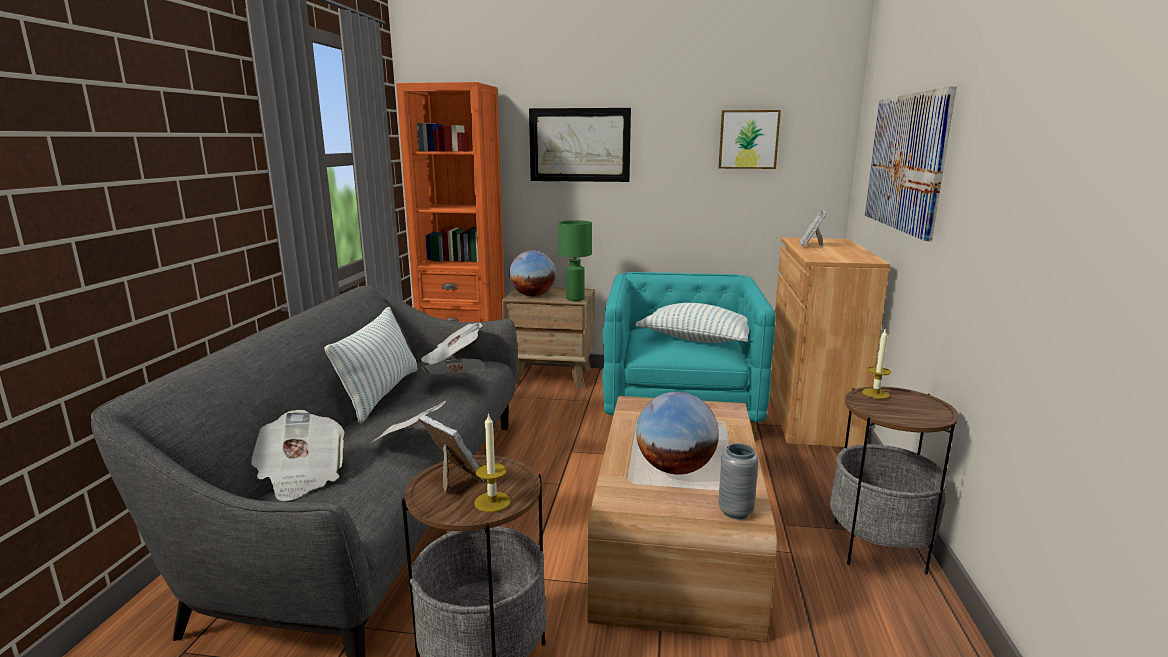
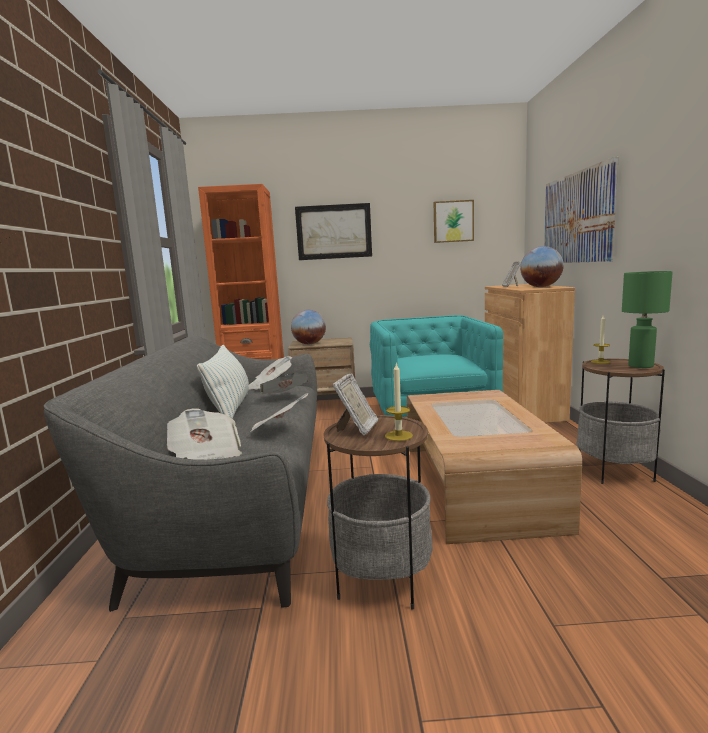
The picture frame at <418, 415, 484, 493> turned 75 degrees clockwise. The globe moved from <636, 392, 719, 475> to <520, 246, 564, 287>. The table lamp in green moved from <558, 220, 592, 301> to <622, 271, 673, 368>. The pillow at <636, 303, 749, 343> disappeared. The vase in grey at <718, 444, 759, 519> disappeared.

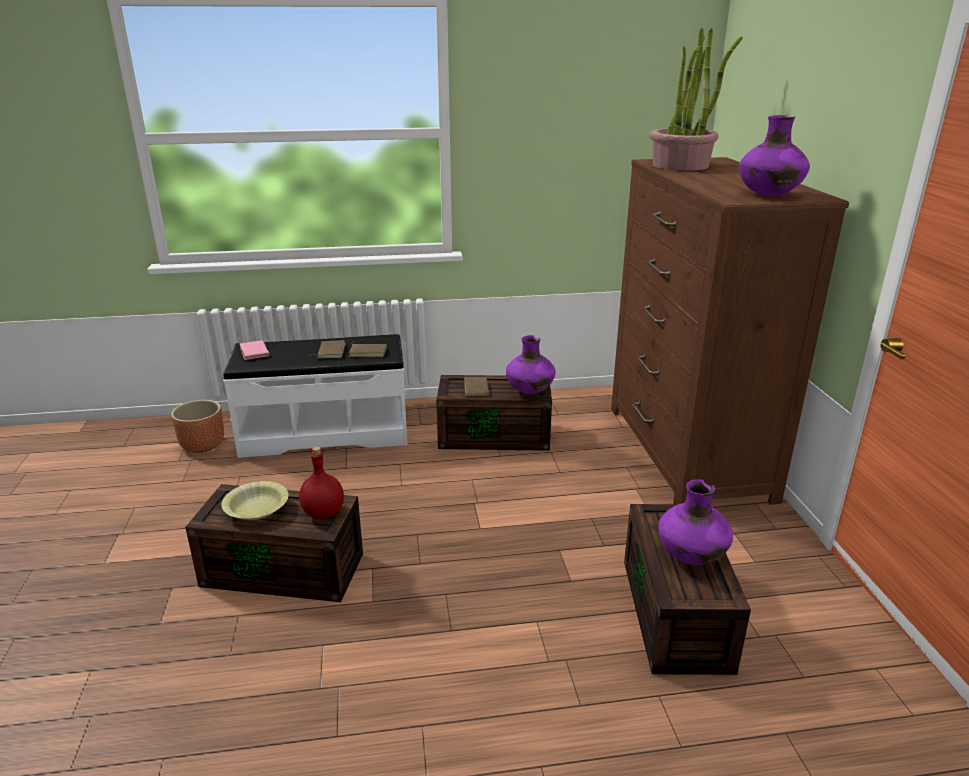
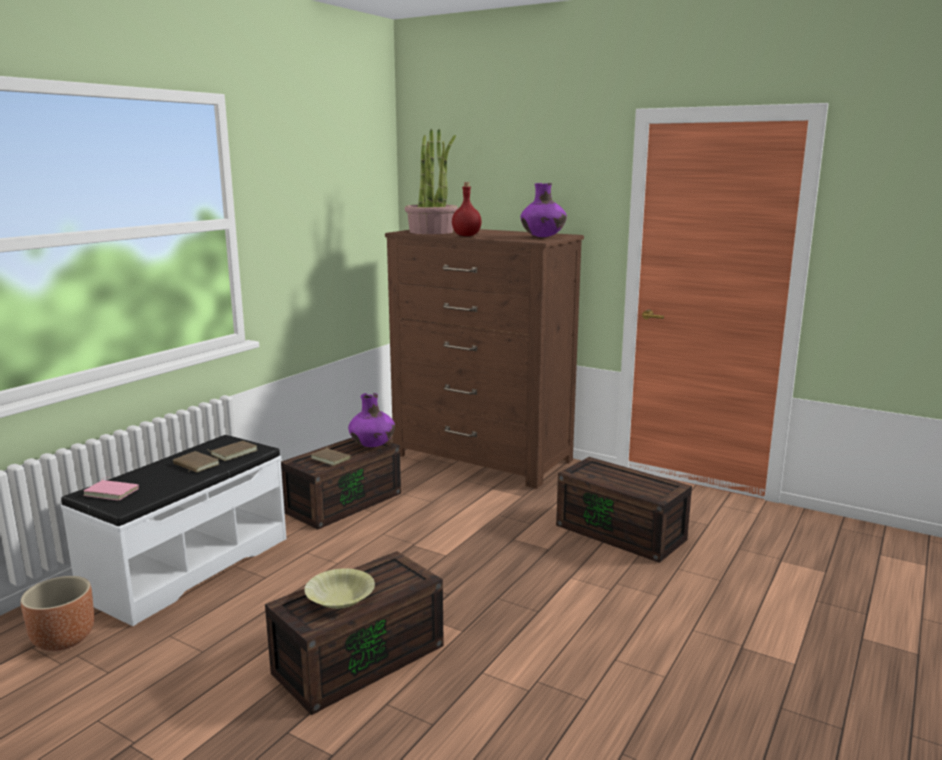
The bottle in red moved from <299, 446, 344, 519> to <452, 182, 482, 236>. The vase in purple at <658, 479, 733, 565> disappeared.

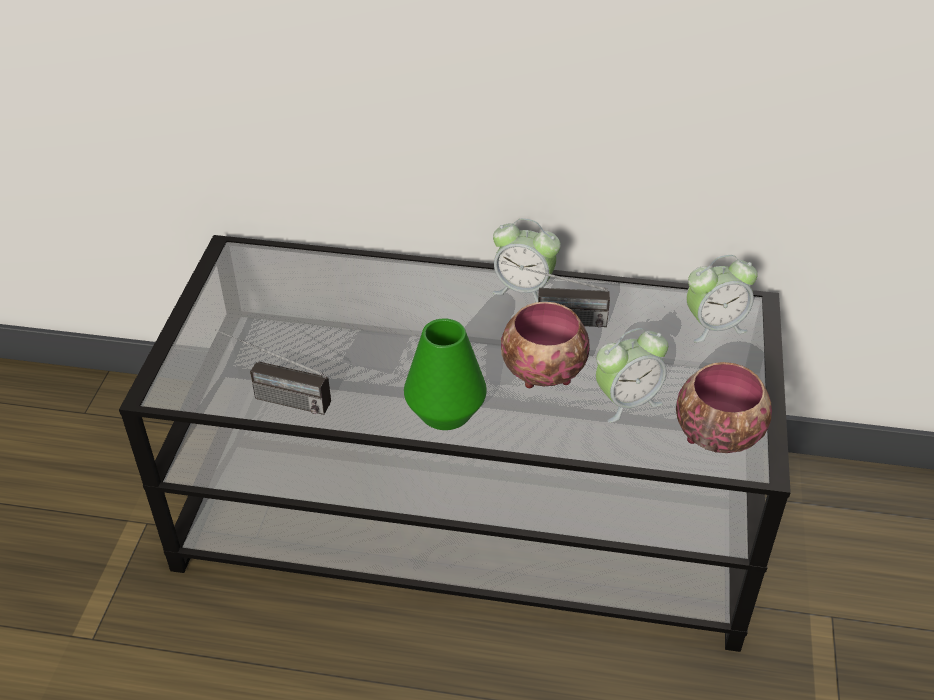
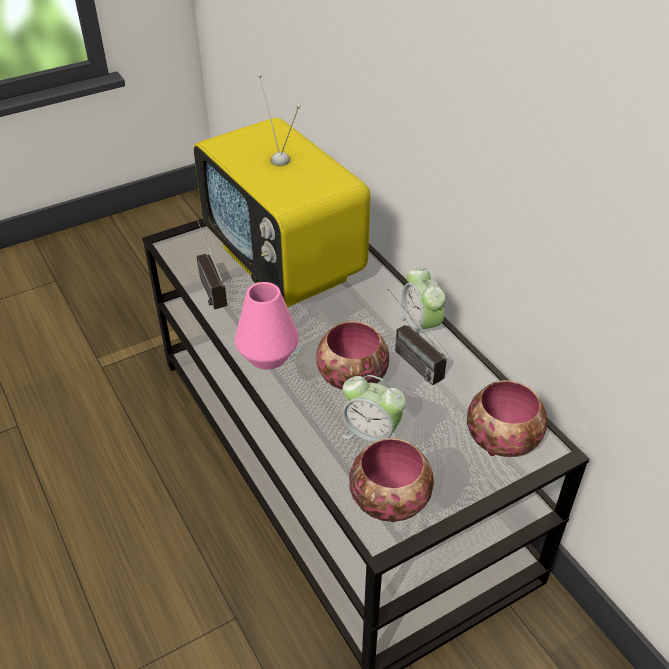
The television at <194, 74, 370, 307> appeared. The vase in green at <404, 318, 487, 430> became the vase in pink at <235, 282, 299, 370>. The alarm clock at <686, 255, 758, 342> was replaced by the bowl at <467, 380, 547, 457>.

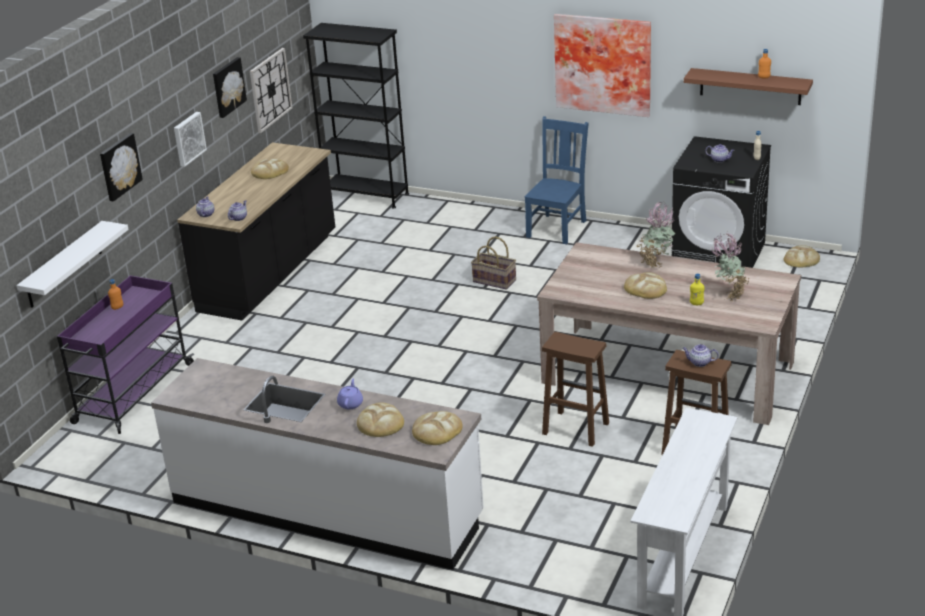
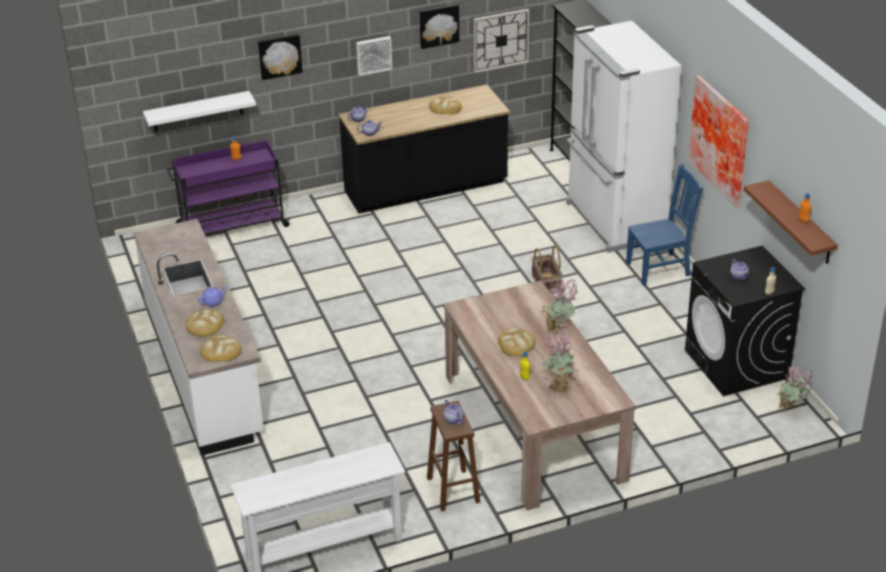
The fridge in white at <566, 21, 682, 253> appeared. The bread at <783, 246, 820, 267> was replaced by the potted plant at <777, 363, 813, 412>. The stool in brown at <542, 332, 609, 447> disappeared.

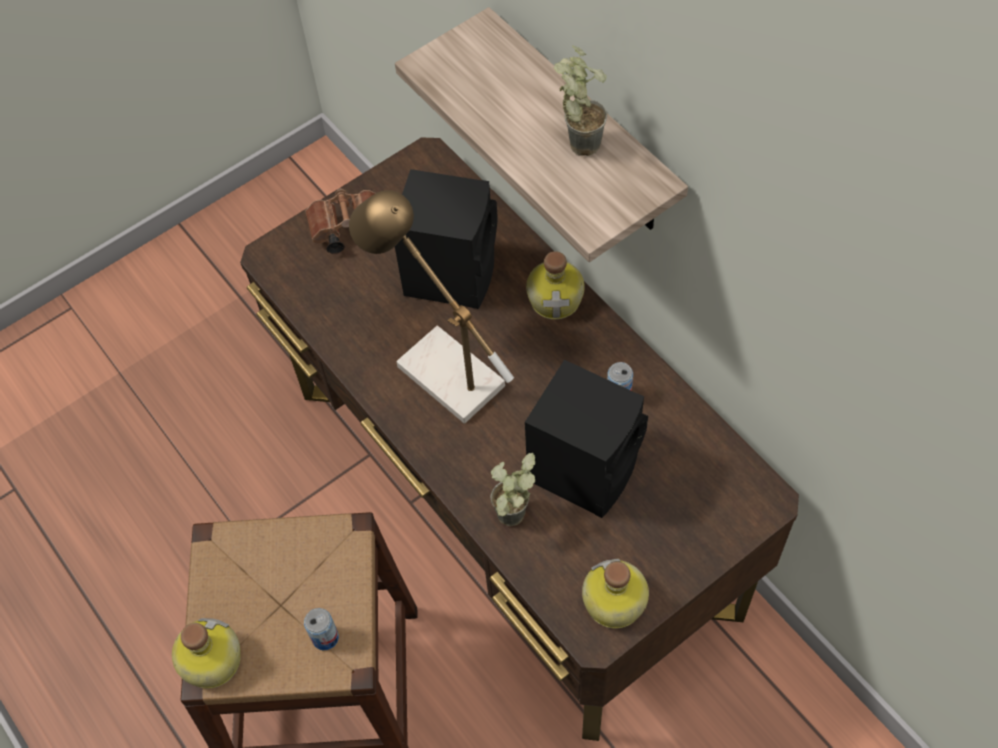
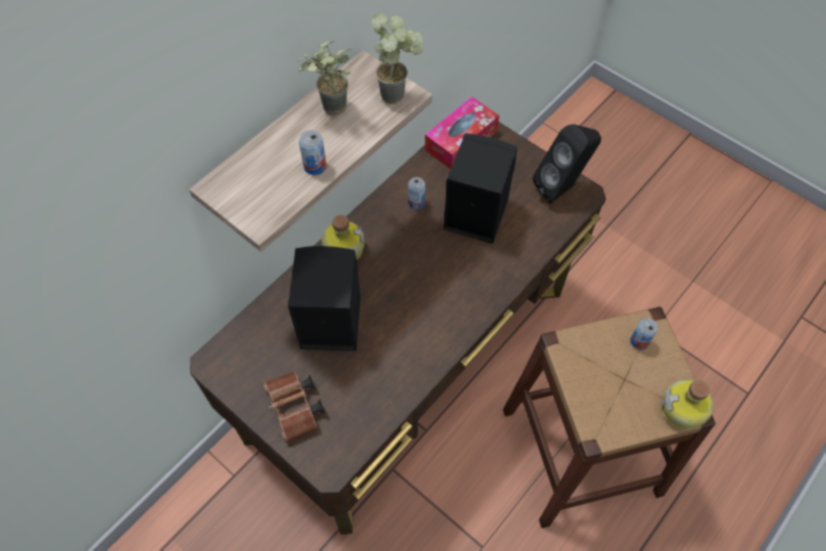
The can at <299, 130, 327, 175> appeared. The potted plant moved from <491, 453, 535, 526> to <371, 13, 423, 104>. The tissue box at <425, 97, 499, 169> appeared. The bottle at <582, 559, 649, 629> was replaced by the speaker in black at <533, 124, 601, 203>. The table lamp at <349, 190, 514, 424> disappeared.

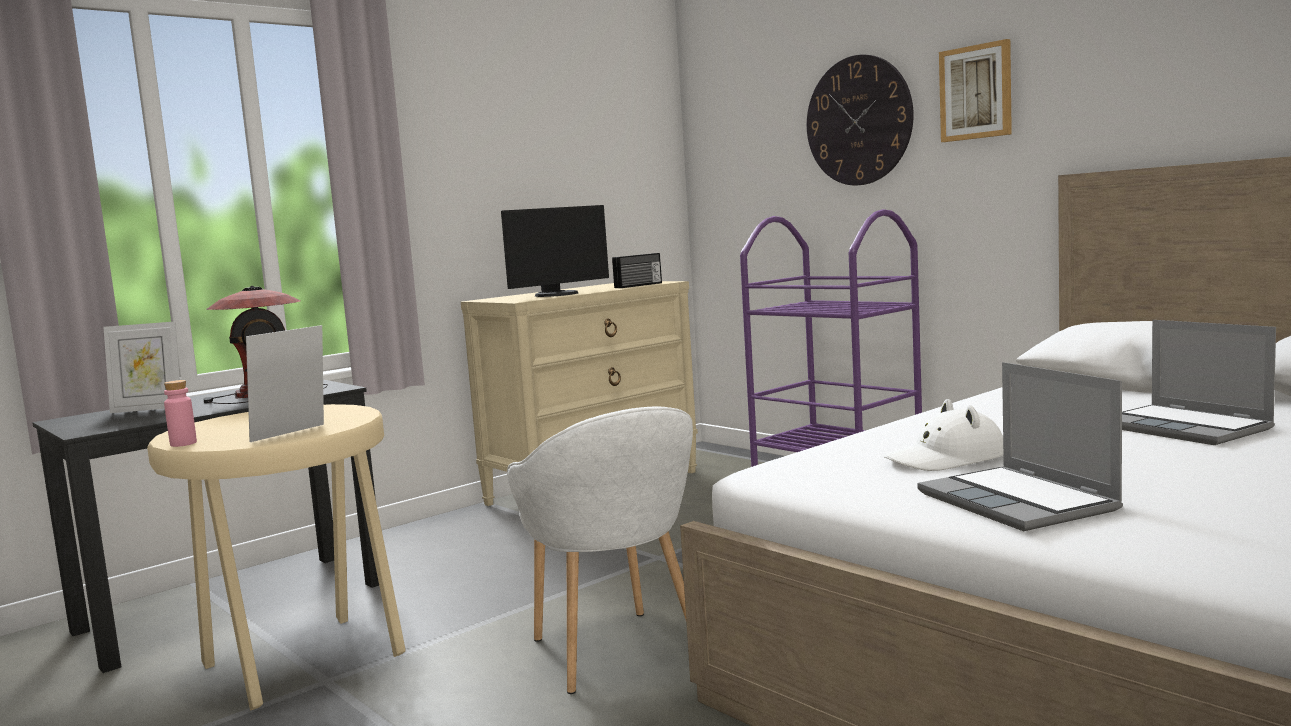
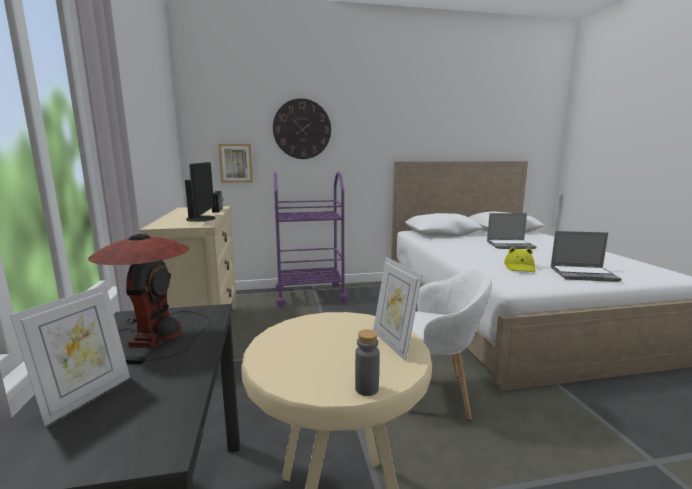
The picture moved from <939, 39, 1012, 142> to <218, 144, 253, 183>. The bottle in pink at <164, 380, 197, 447> became the bottle in grey at <355, 329, 380, 396>. The hat in white at <883, 399, 1003, 471> became the hat in yellow at <504, 246, 536, 272>.

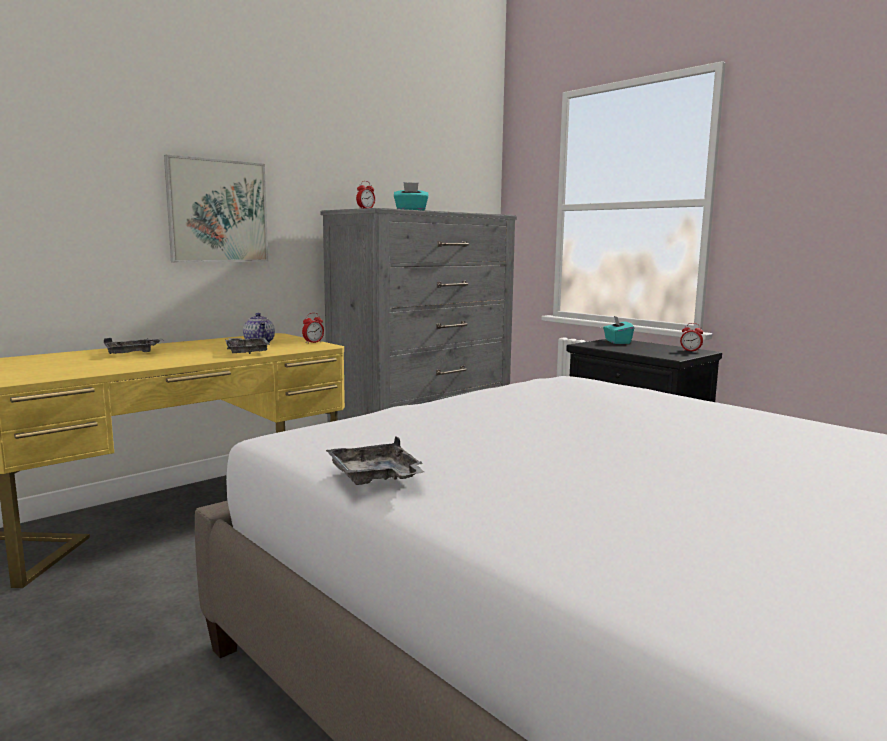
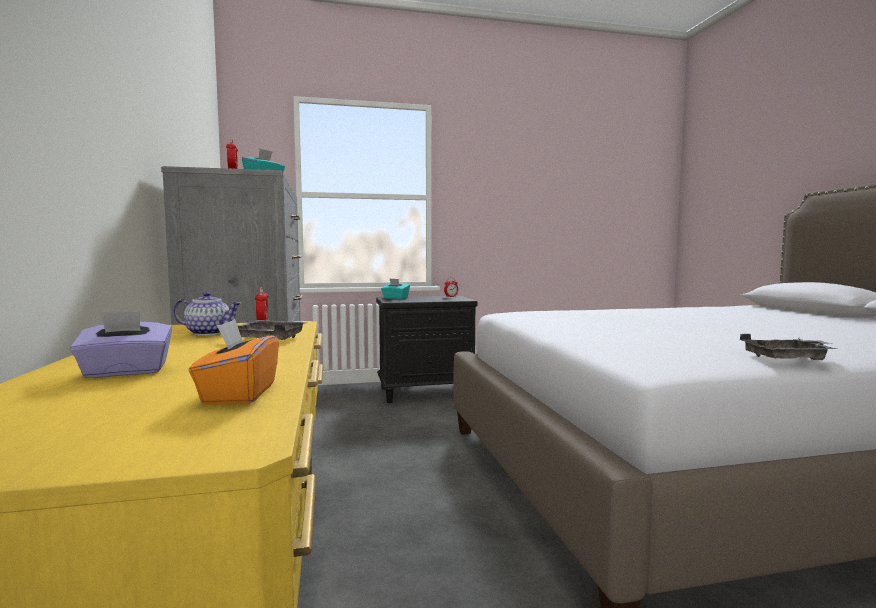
The tray in grey at <104, 338, 163, 354> was replaced by the tissue box in purple at <70, 311, 172, 378>. The tissue box in orange at <189, 319, 279, 405> appeared. The picture at <164, 155, 268, 263> disappeared.

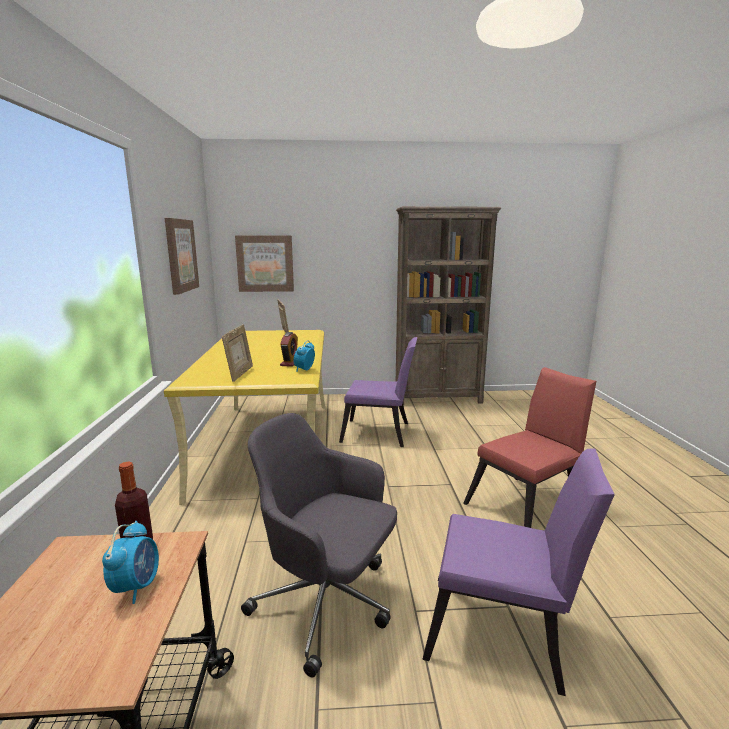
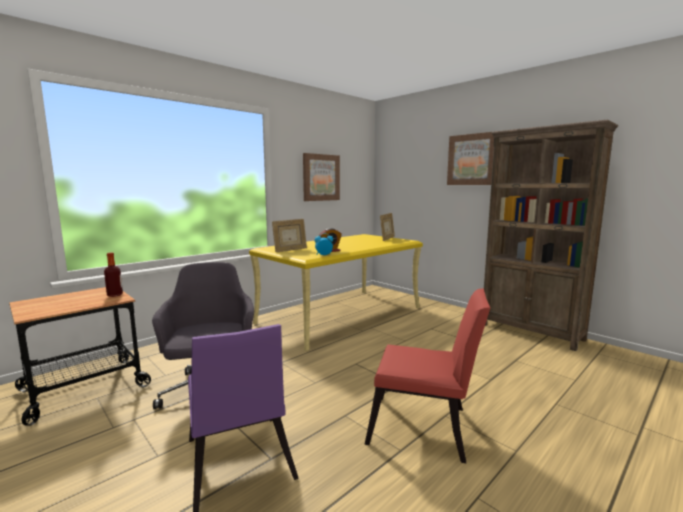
The picture moved from <235, 236, 294, 292> to <447, 131, 495, 185>. The alarm clock at <102, 521, 159, 604> disappeared. The chair in purple at <339, 337, 417, 447> disappeared.

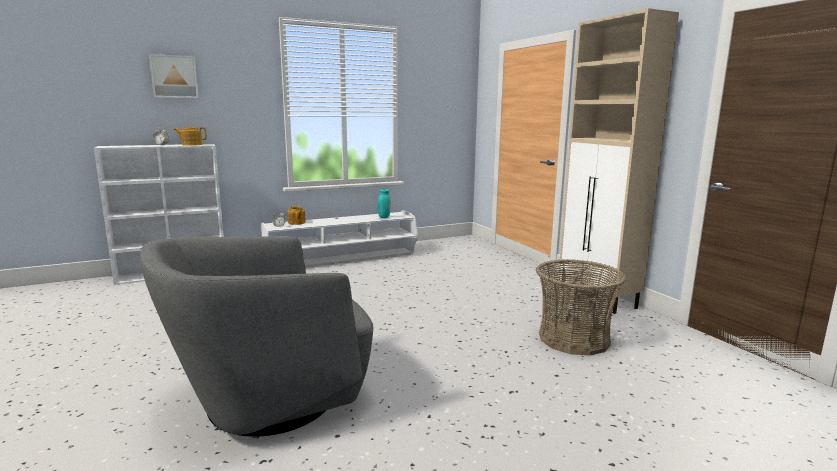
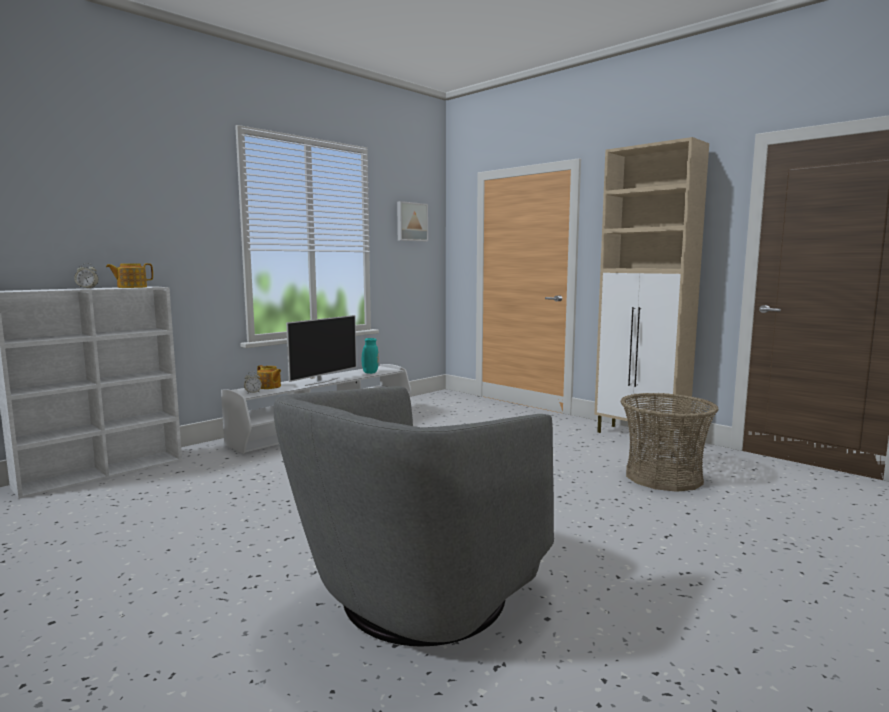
The television at <286, 315, 357, 386> appeared. The picture moved from <149, 54, 199, 98> to <397, 201, 428, 241>.

